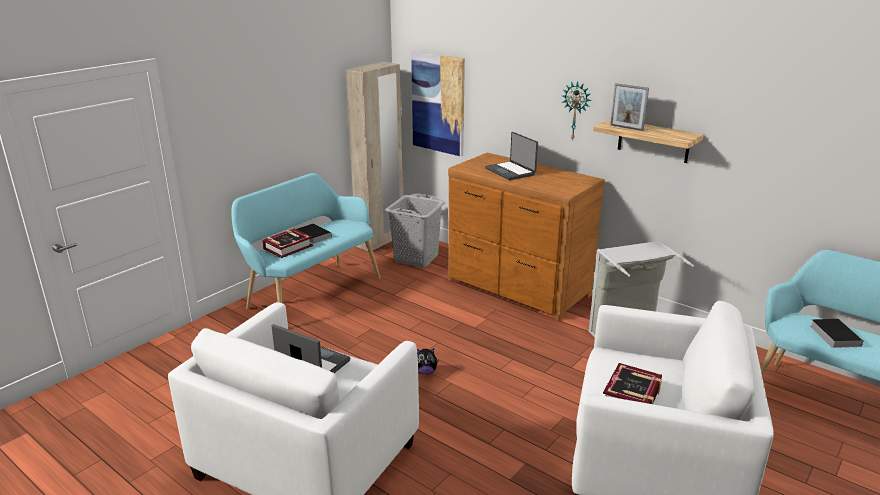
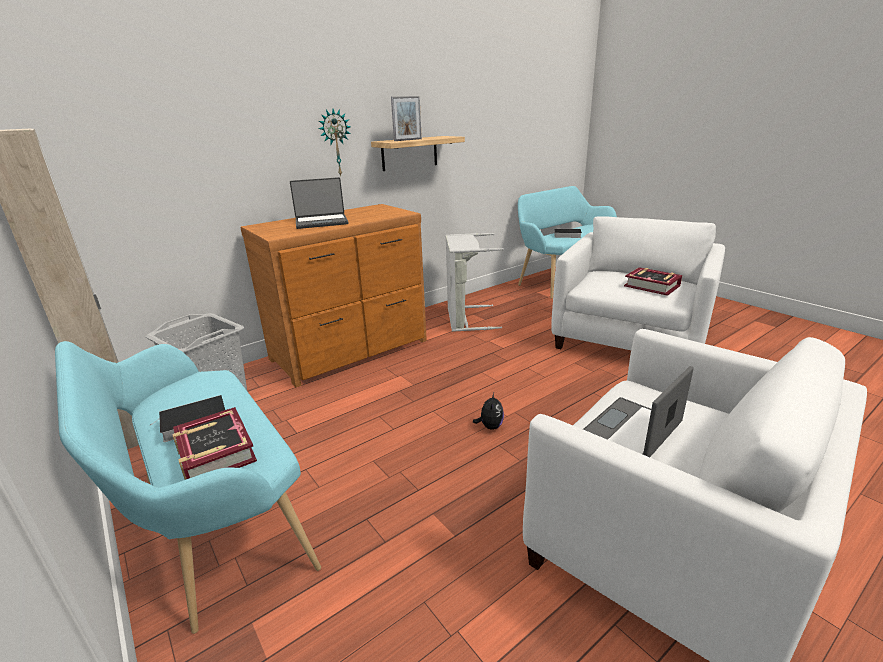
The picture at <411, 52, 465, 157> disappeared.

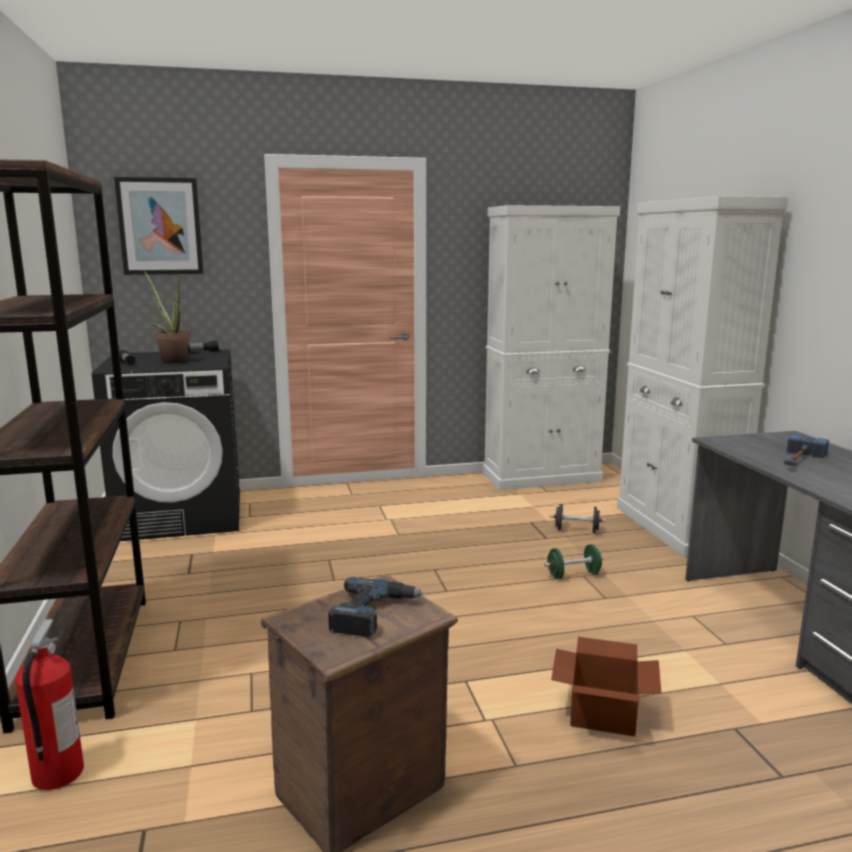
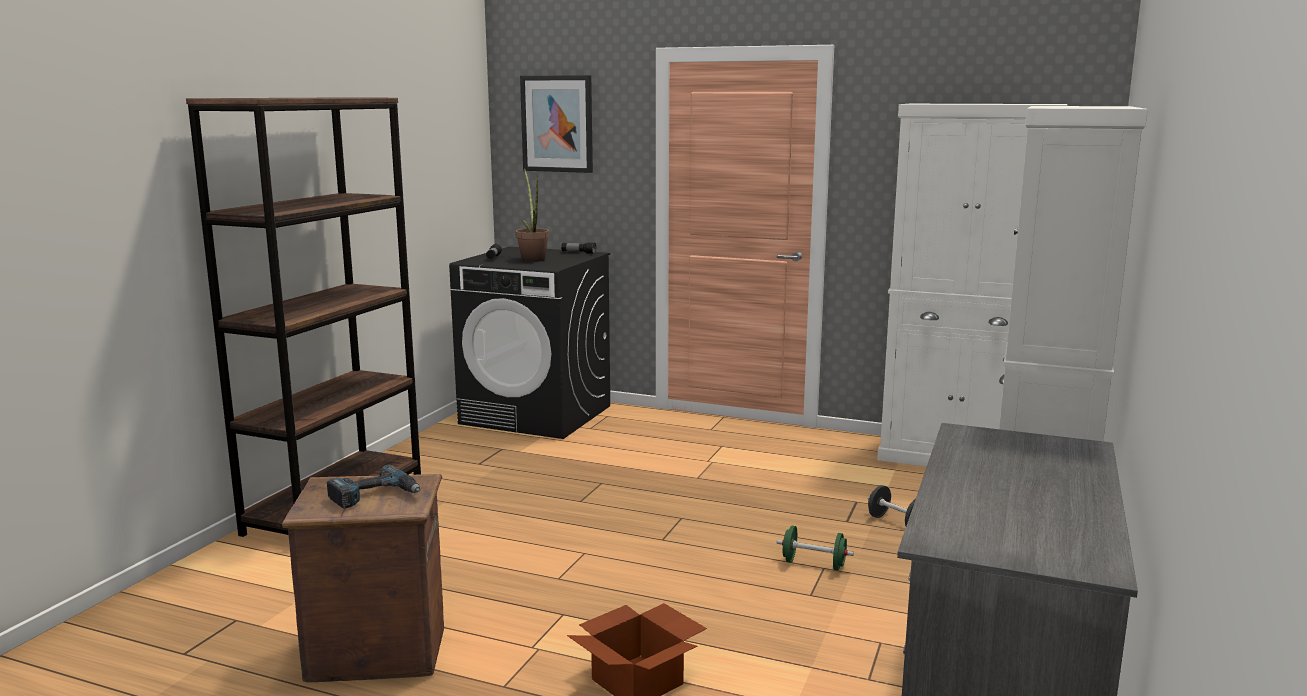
The fire extinguisher at <15, 619, 84, 790> disappeared. The hammer at <784, 434, 829, 466> disappeared.

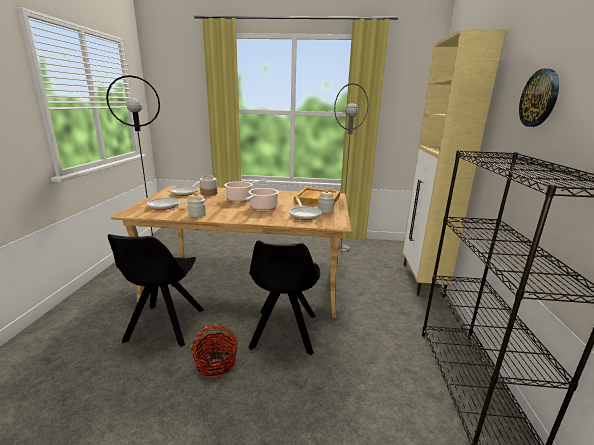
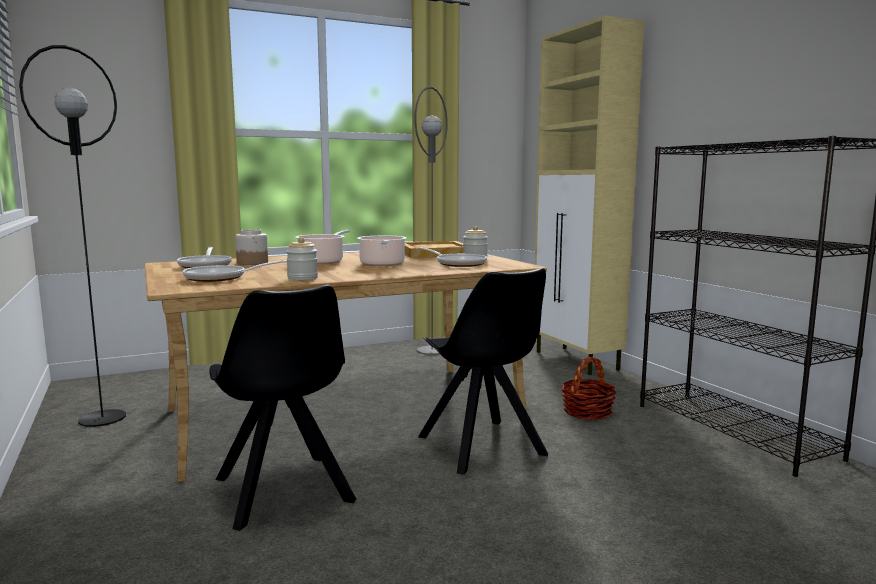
The basket moved from <190, 324, 238, 377> to <561, 357, 617, 420>. The wall clock at <519, 68, 559, 127> disappeared.

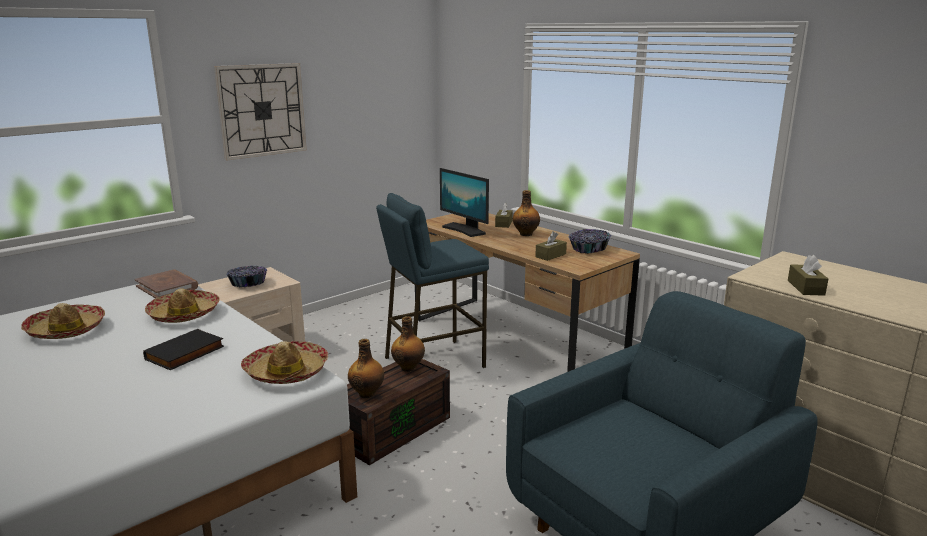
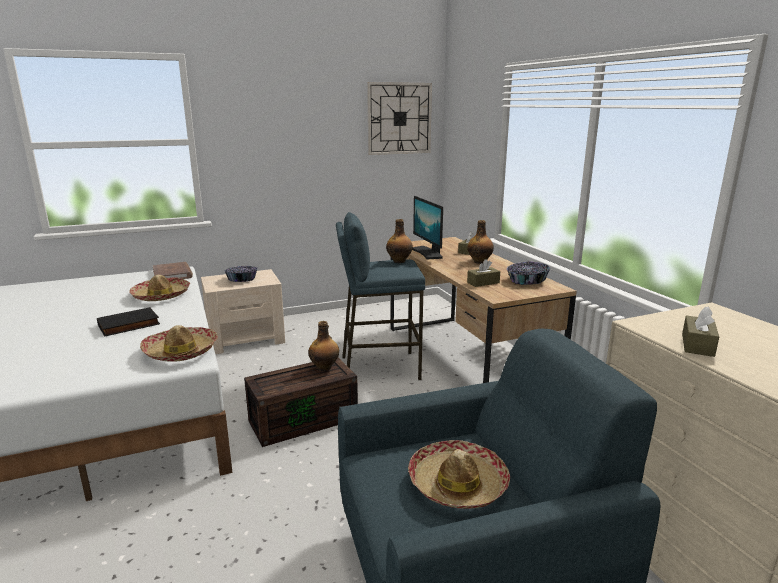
The wall clock moved from <214, 63, 307, 161> to <367, 82, 432, 155>. The bottle moved from <348, 339, 384, 398> to <386, 219, 413, 263>. The hat moved from <21, 303, 105, 339> to <408, 440, 510, 509>.

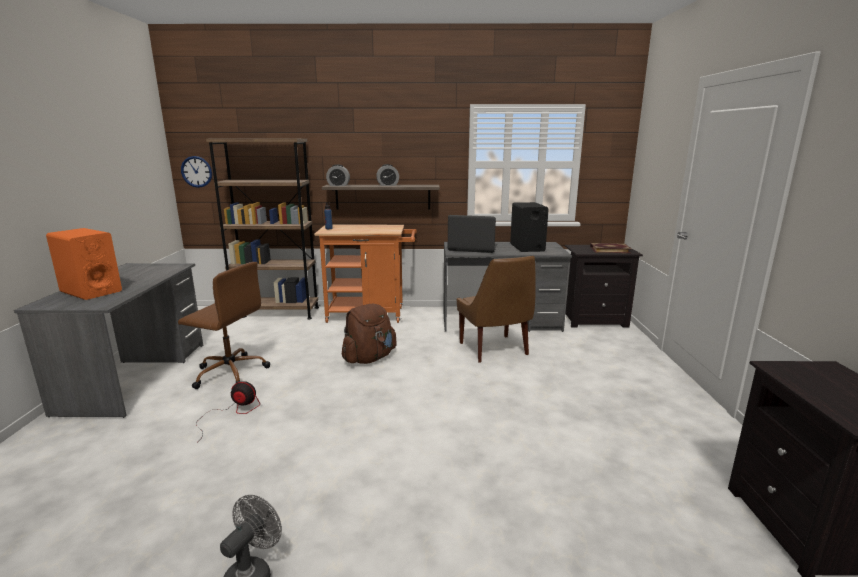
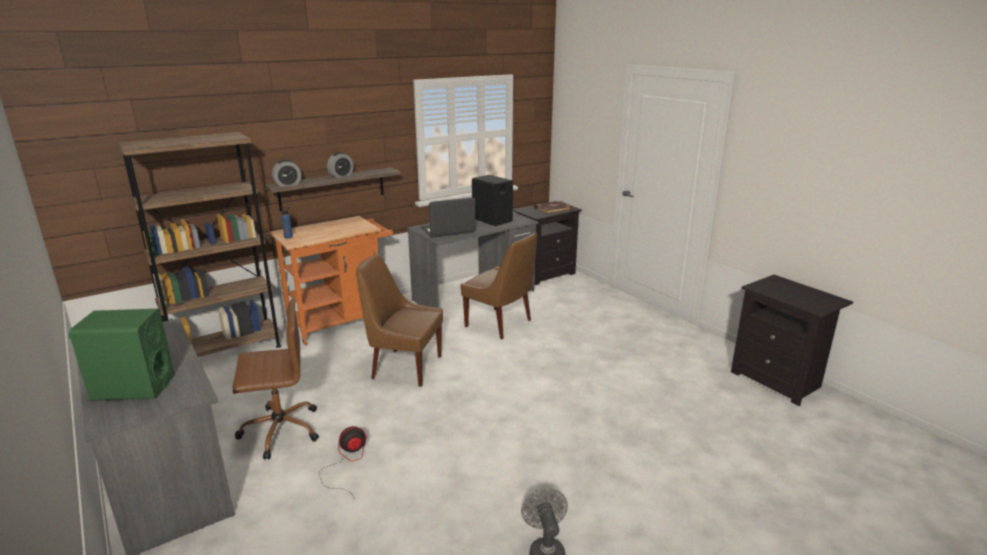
The speaker in orange at <46, 228, 122, 300> became the speaker in green at <68, 309, 174, 401>. The backpack in brown at <342, 304, 397, 364> was replaced by the chair in brown at <356, 254, 443, 387>. The wall clock at <181, 156, 212, 188> disappeared.

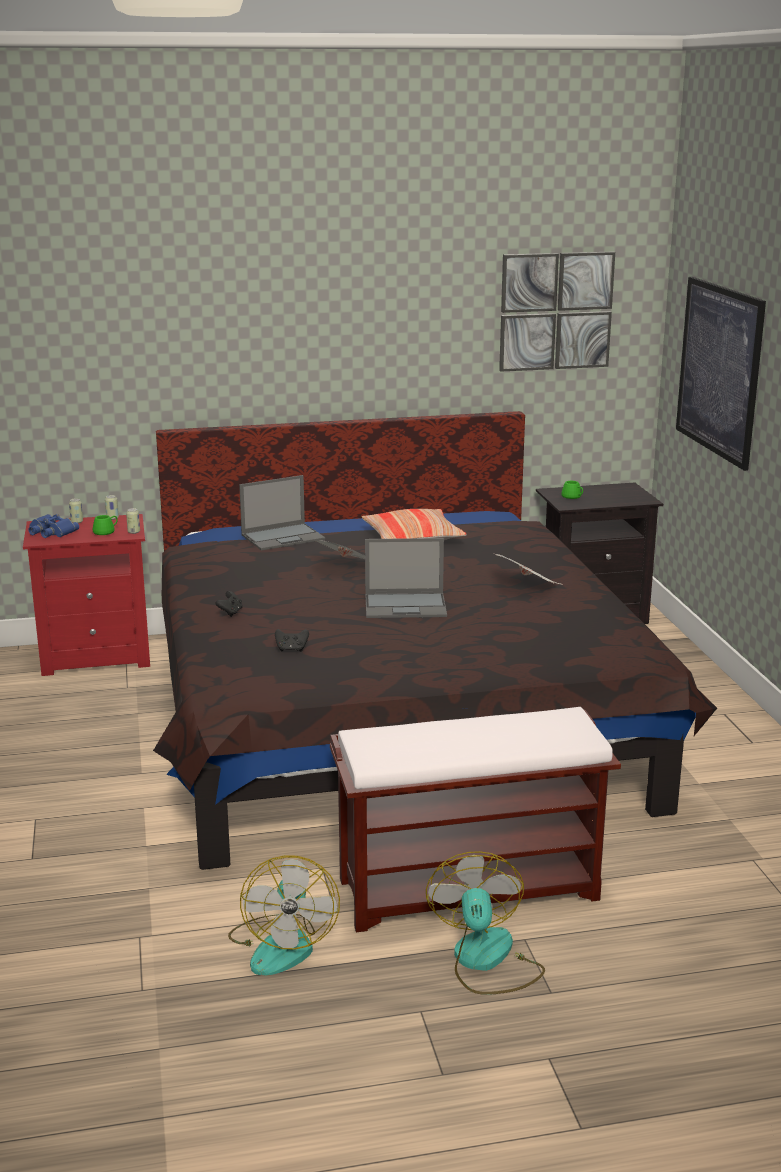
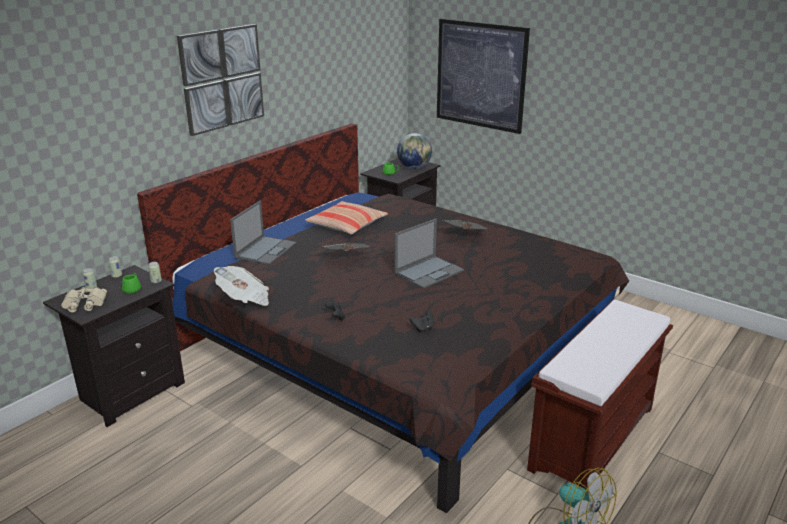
The nightstand in red at <23, 514, 150, 676> became the nightstand in black at <43, 265, 185, 427>. The binoculars in blue at <28, 514, 79, 538> became the binoculars in beige at <61, 287, 107, 313>. The picture moved from <499, 251, 615, 372> to <177, 24, 264, 136>. The newspaper at <213, 266, 269, 306> appeared. The globe at <397, 133, 432, 169> appeared. The fan at <426, 851, 545, 995> disappeared.

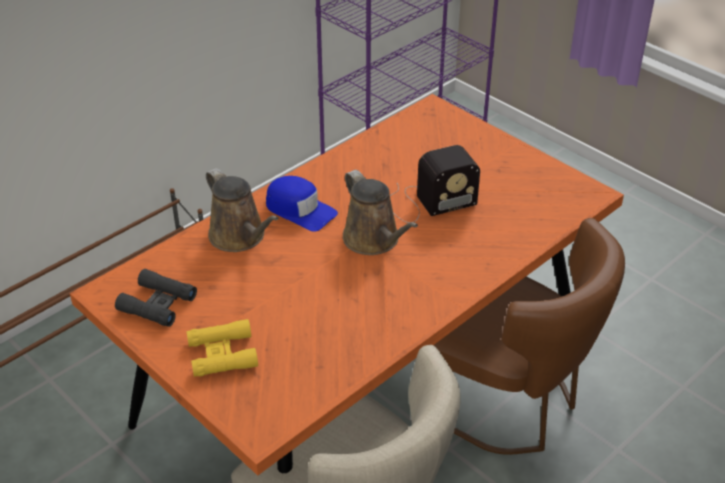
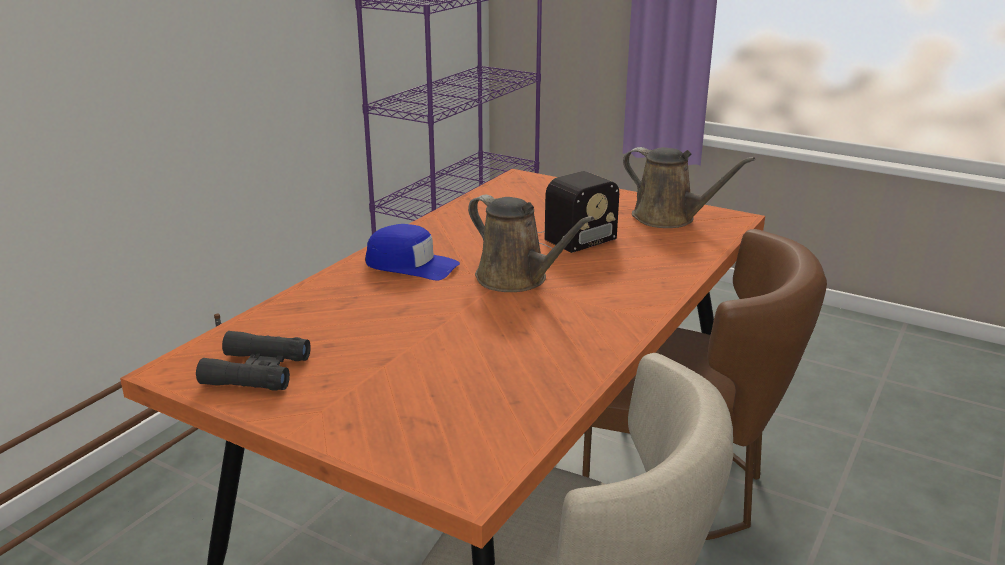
The watering can in brown moved from <206, 168, 279, 252> to <623, 147, 755, 228>. The binoculars in yellow at <186, 319, 258, 377> disappeared.

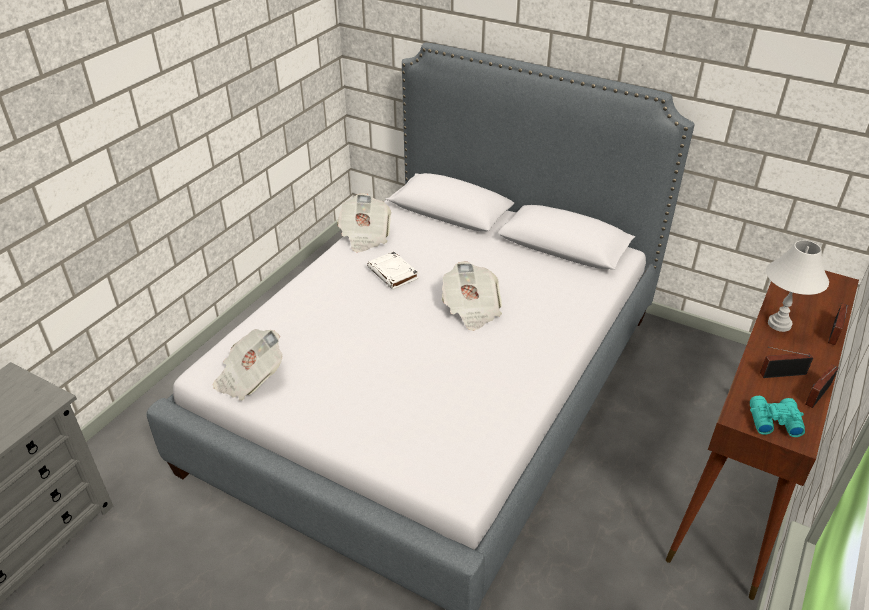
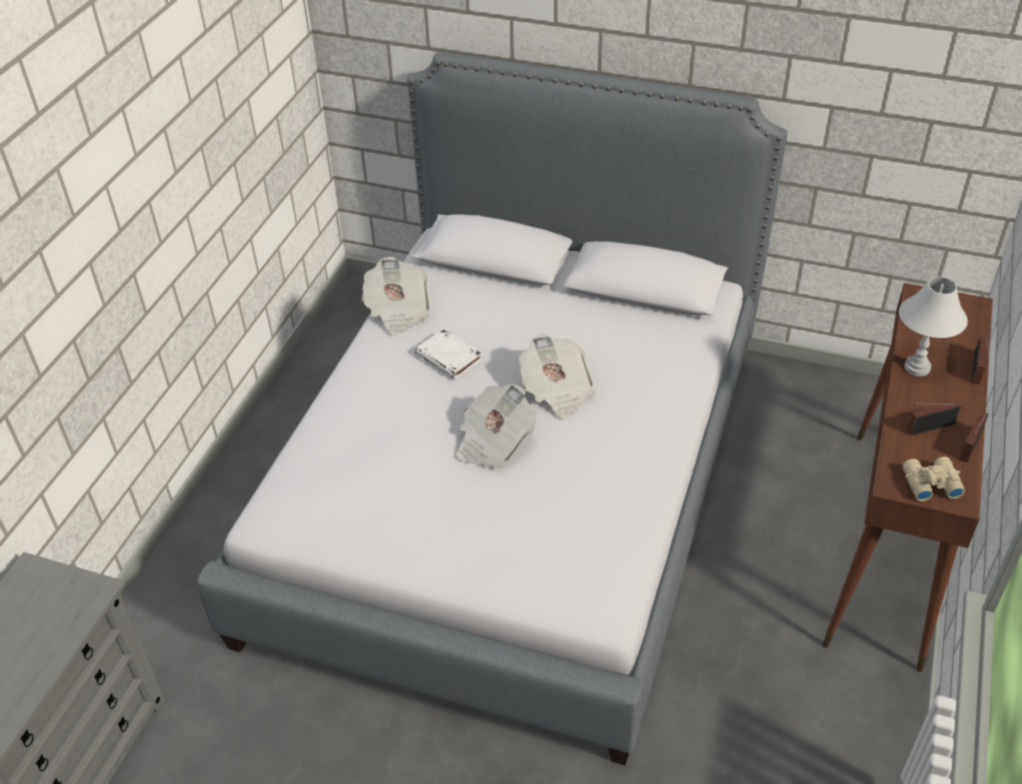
The newspaper moved from <213, 329, 283, 400> to <456, 384, 536, 468>. The binoculars in turquoise at <750, 396, 805, 437> became the binoculars in beige at <903, 457, 965, 501>.

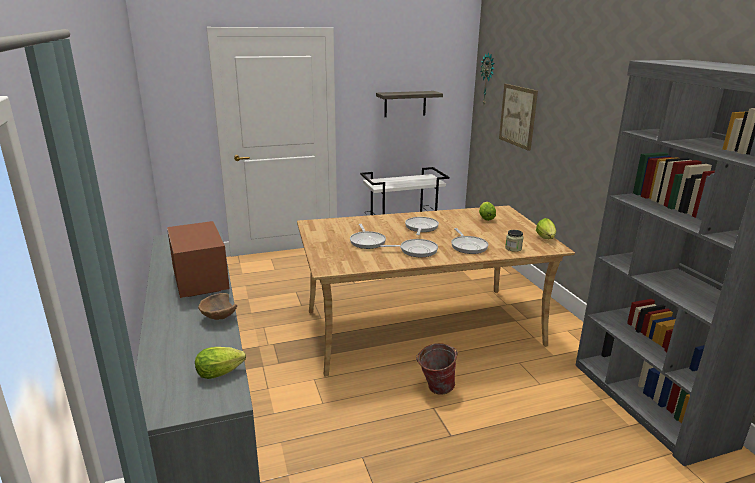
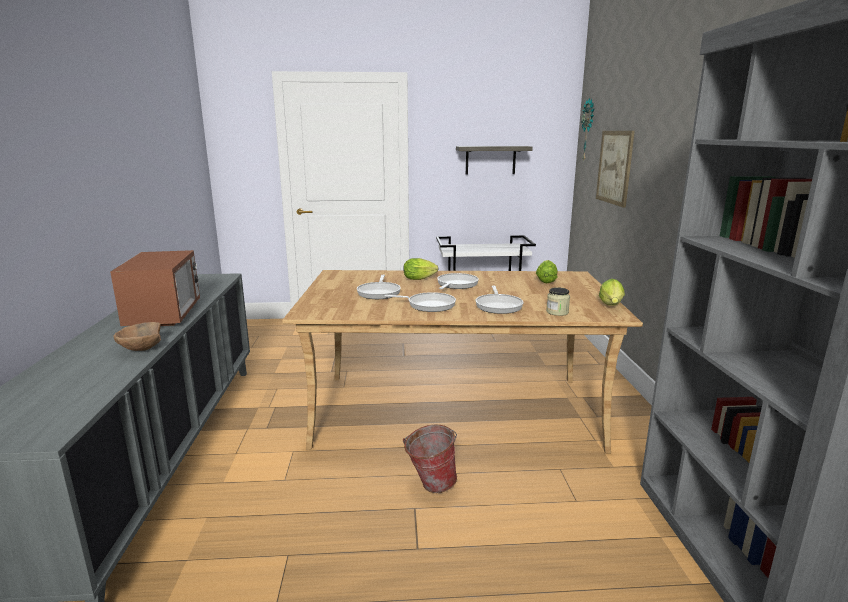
The lettuce moved from <195, 347, 246, 379> to <403, 258, 439, 280>.

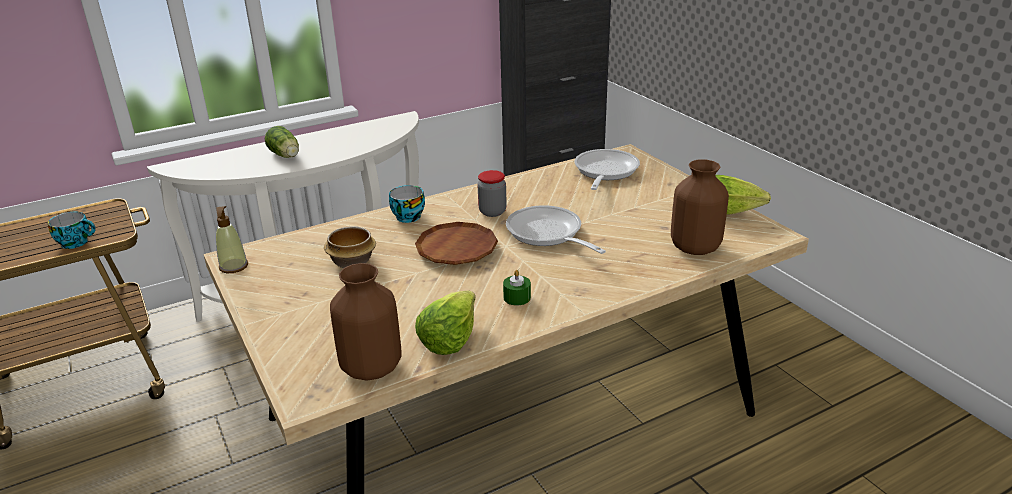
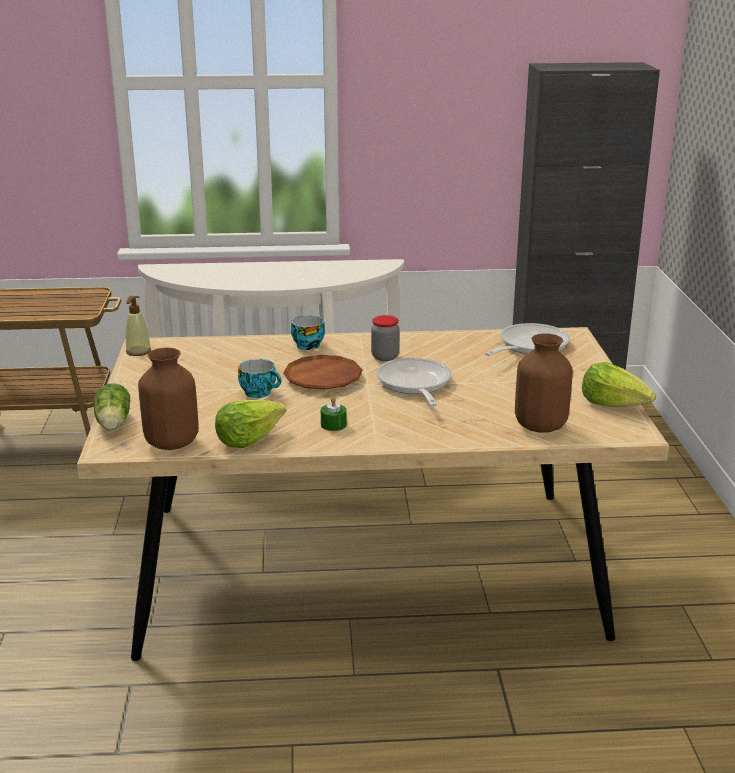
The lettuce moved from <265, 126, 299, 158> to <93, 383, 130, 430>. The cup moved from <48, 212, 96, 249> to <238, 359, 281, 398>. The bowl at <324, 226, 376, 268> disappeared.

